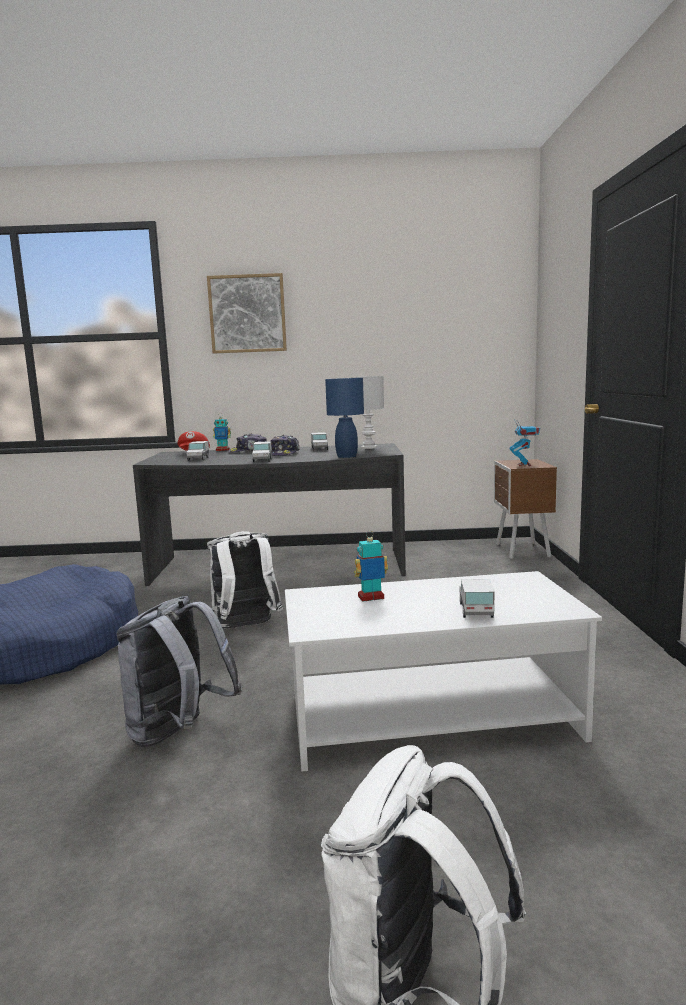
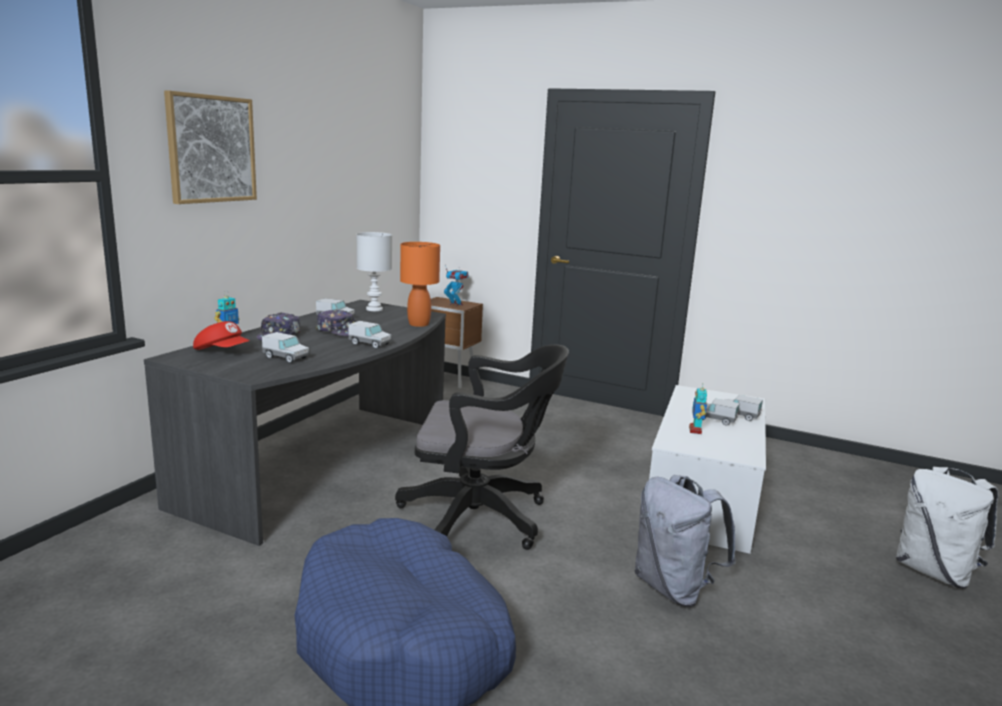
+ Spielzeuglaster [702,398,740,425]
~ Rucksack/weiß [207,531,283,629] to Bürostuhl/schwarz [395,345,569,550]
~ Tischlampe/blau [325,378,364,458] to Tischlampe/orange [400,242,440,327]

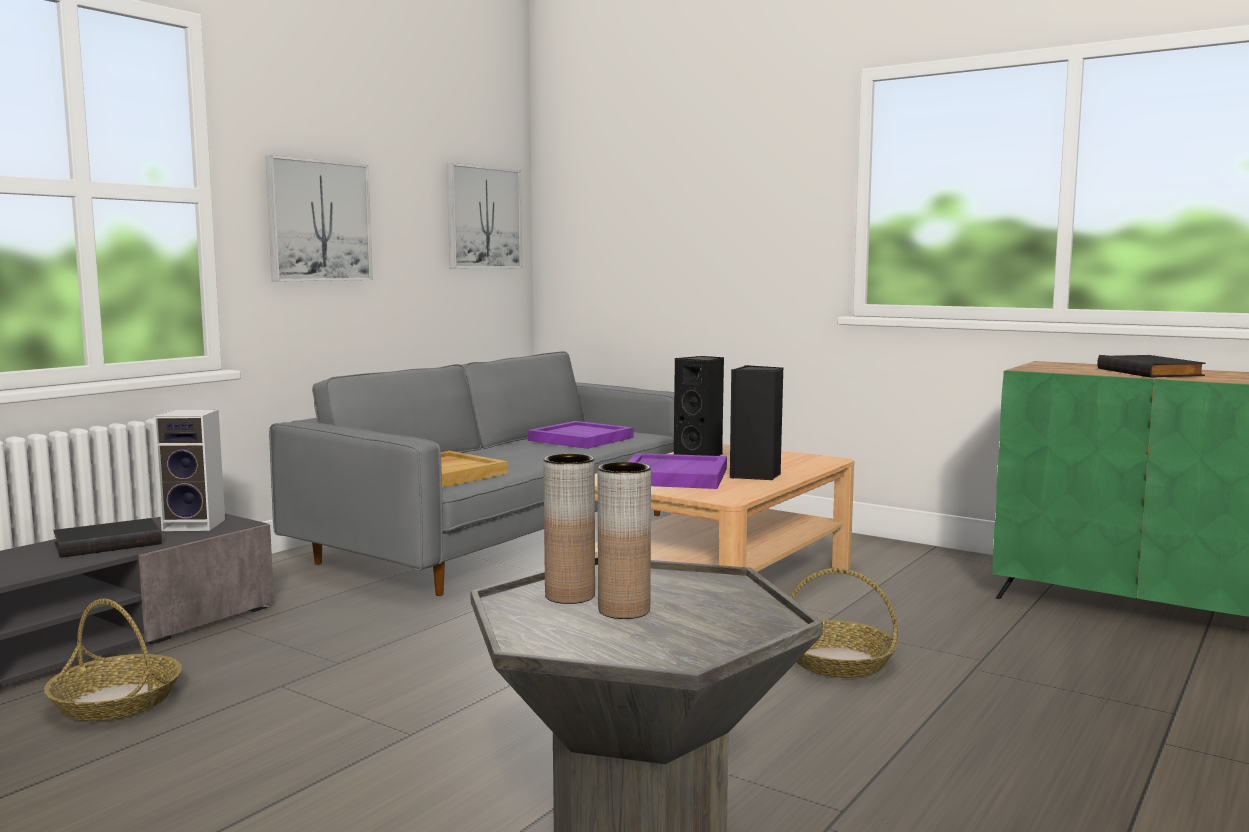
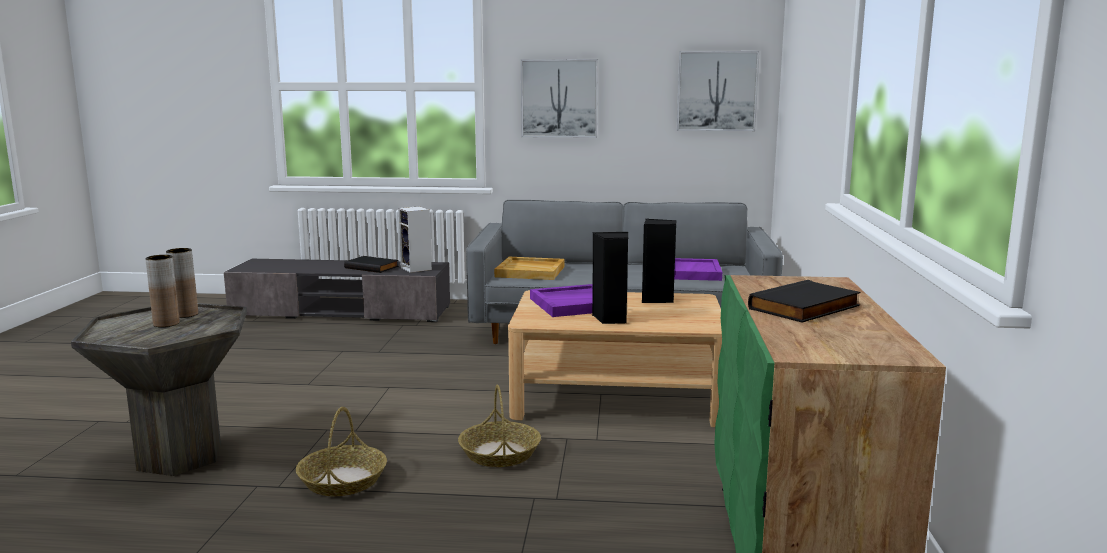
~ Korb [44,599,182,721] to [296,407,387,496]

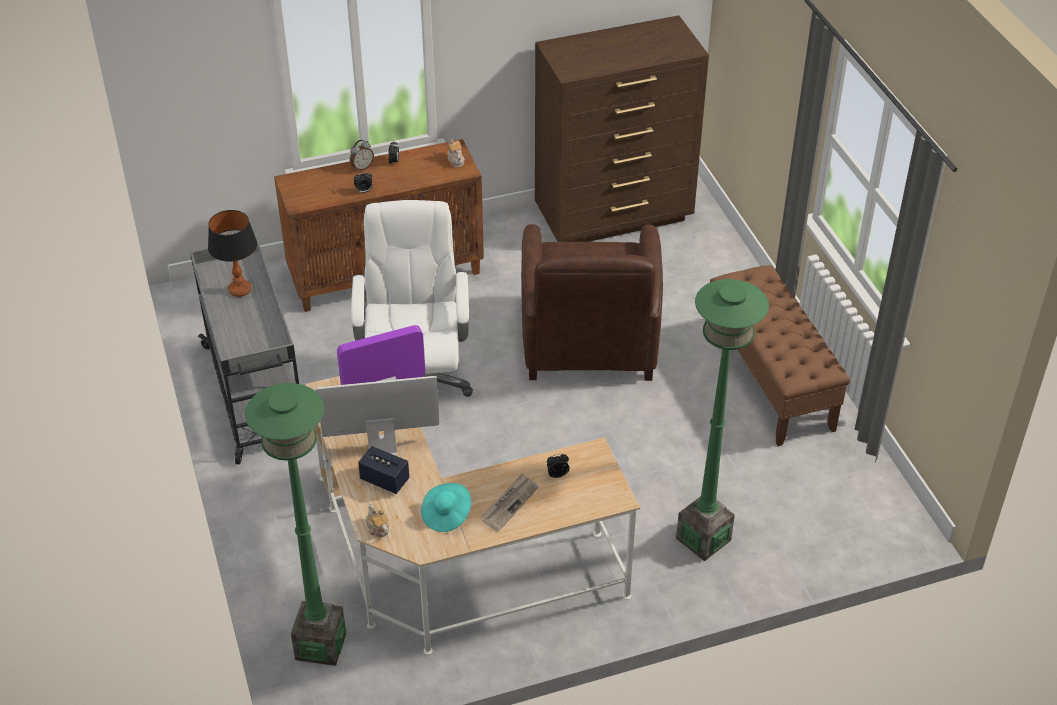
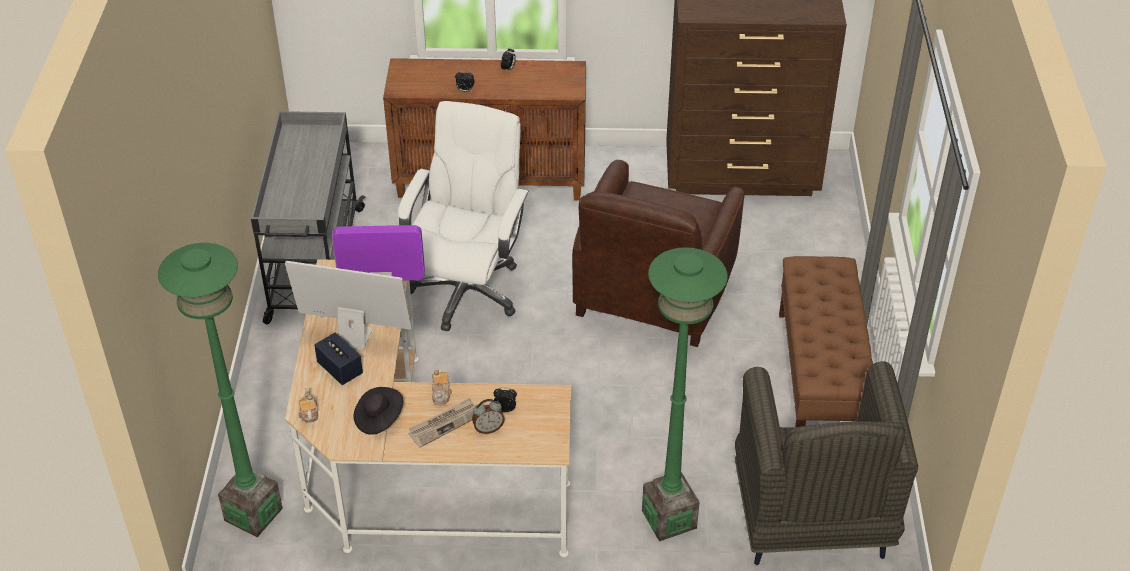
- Tischlampe [208,210,257,297]
+ Sessel/grau [735,361,918,565]
~ Wecker [350,140,374,171] to [472,399,505,434]
~ Teekanne [447,139,465,168] to [432,369,452,405]
~ Hut/türkis [421,483,471,532] to Hut/schwarz [353,387,404,435]

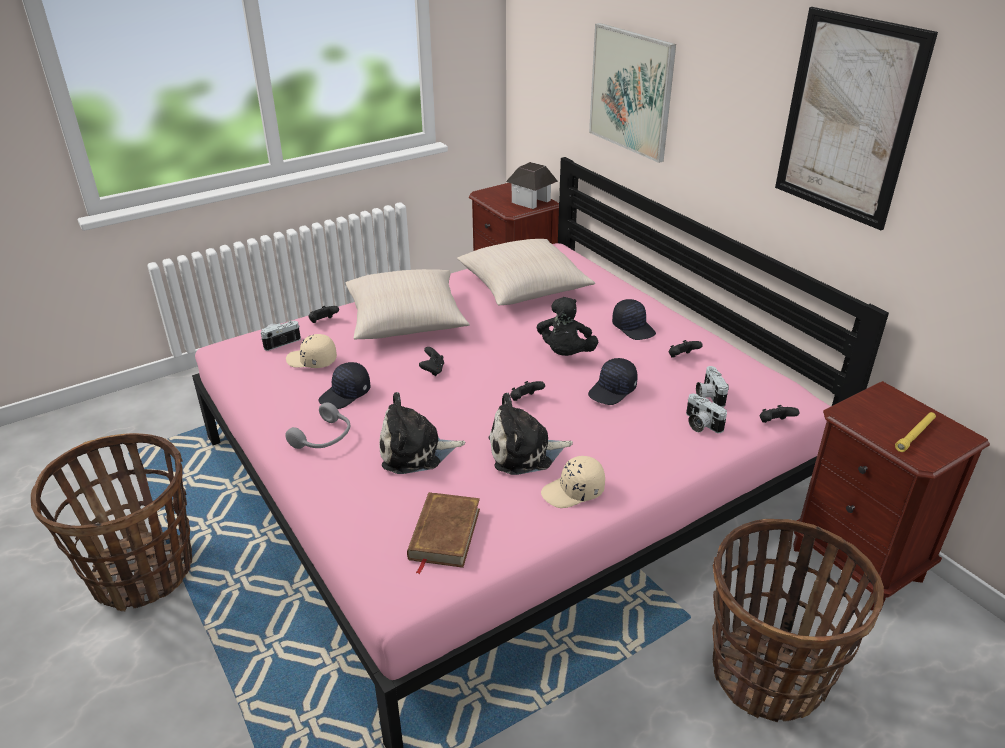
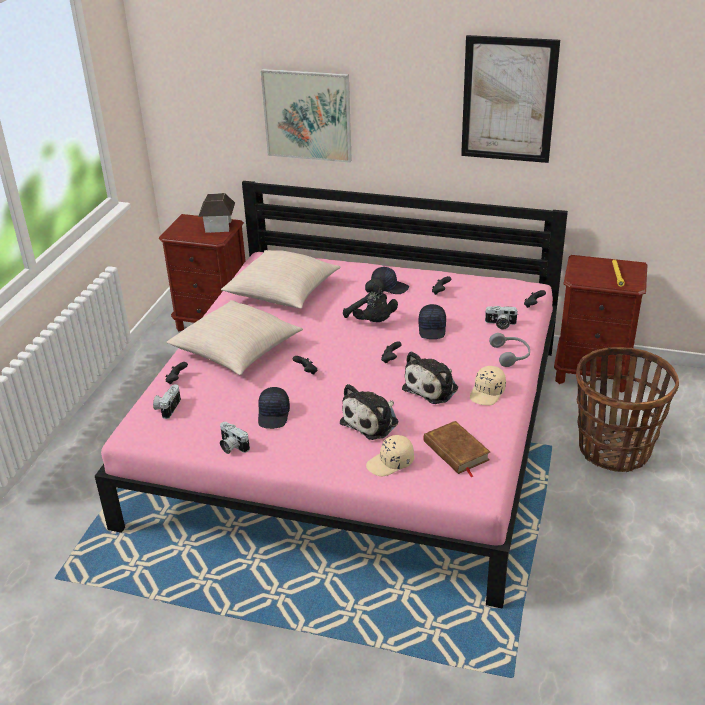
- Korb [31,433,192,611]
~ Kopfhörer/grau [285,402,350,449] to [489,333,530,367]
~ Kappe/beige [286,334,337,368] to [366,435,414,477]
~ Kamera [696,366,729,407] to [220,422,250,454]

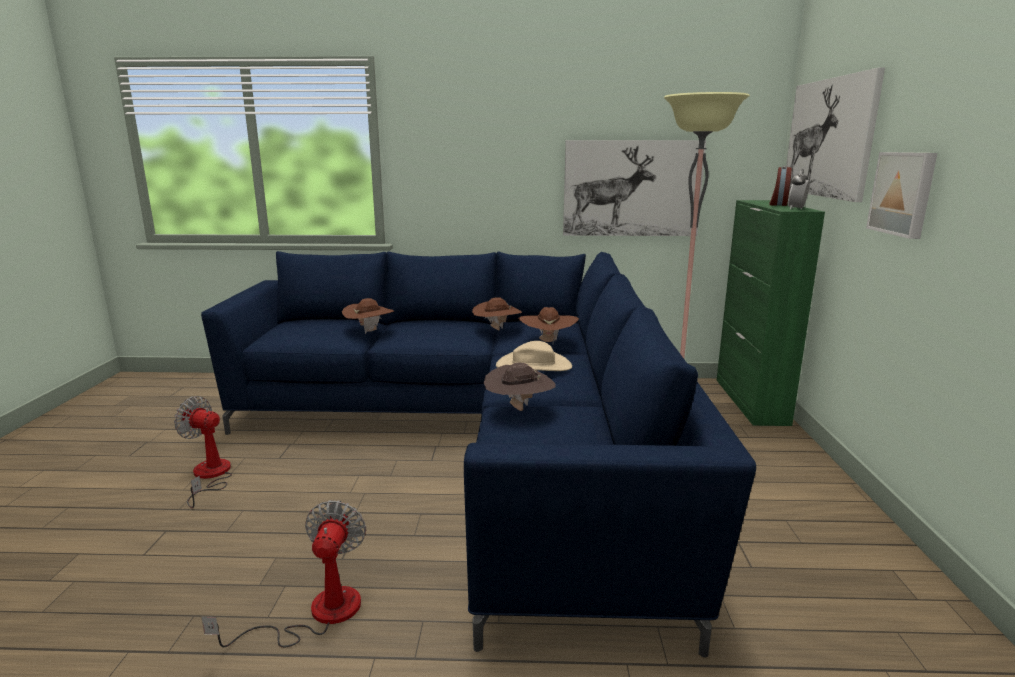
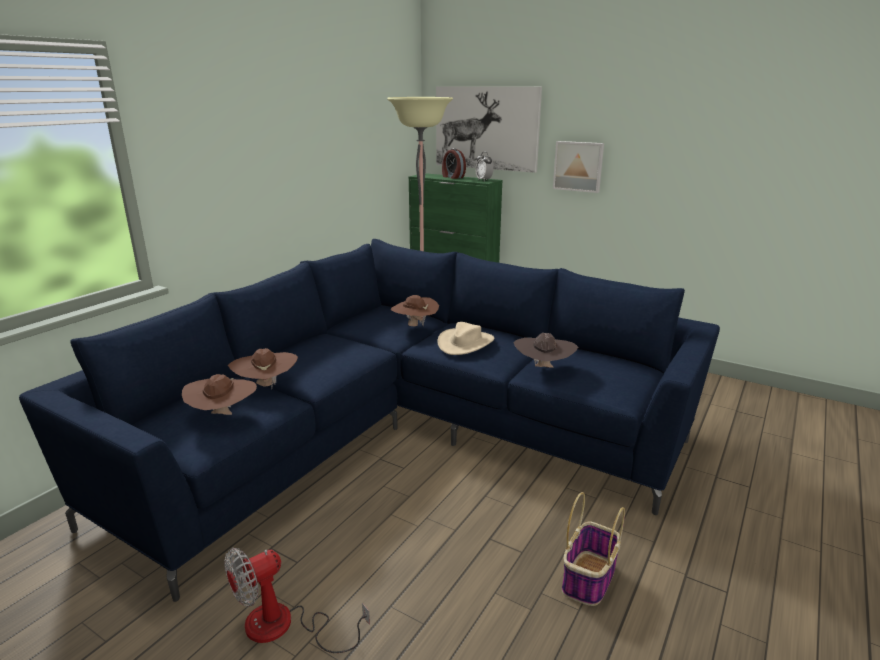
- Bild [563,140,706,236]
~ Hut/braun [472,298,522,330] to [182,374,257,415]
~ Ventilator [201,500,366,647] to Korb [562,492,625,606]

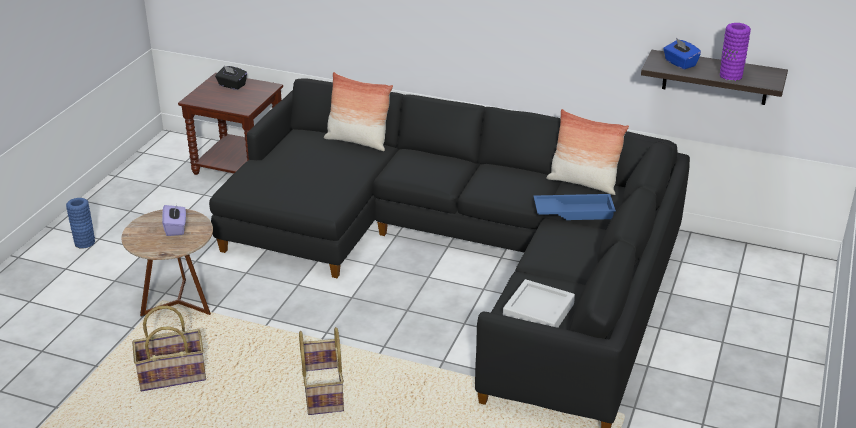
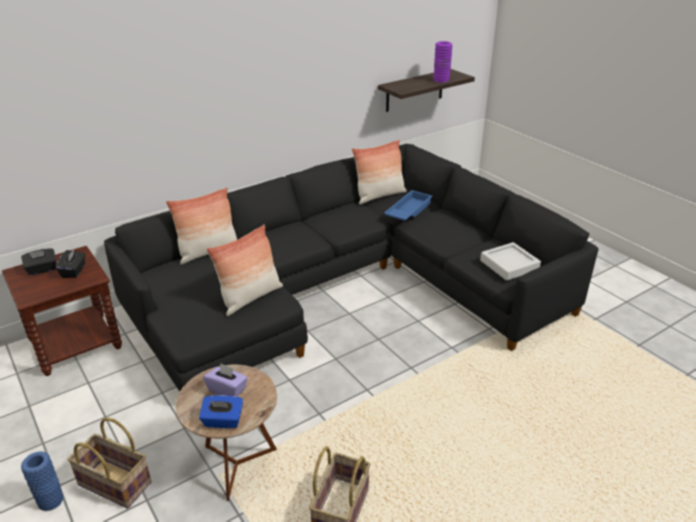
+ Taschentuchbox/schwarz [56,248,86,278]
+ Kissen [207,224,283,316]
~ Korb [299,327,344,415] to [68,417,152,509]
~ Taschentuchbox/blau [663,38,701,69] to [199,395,243,428]

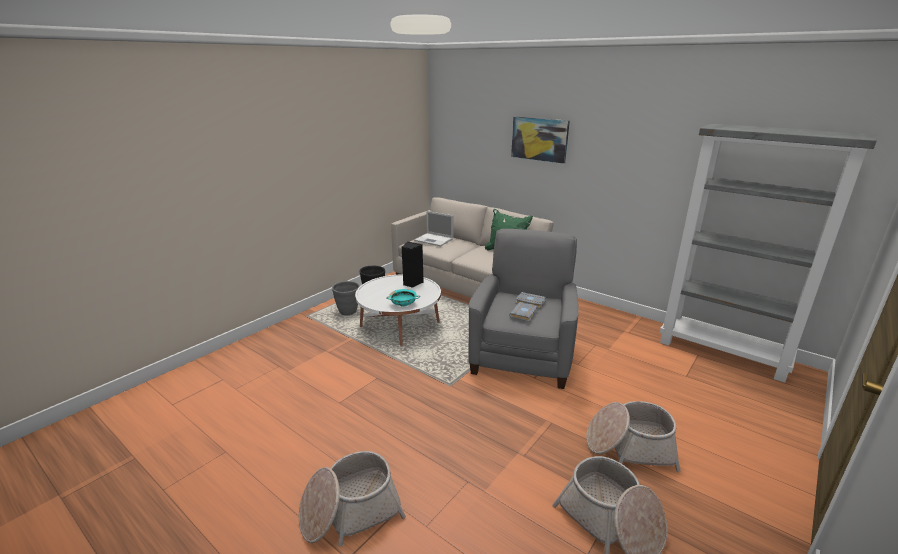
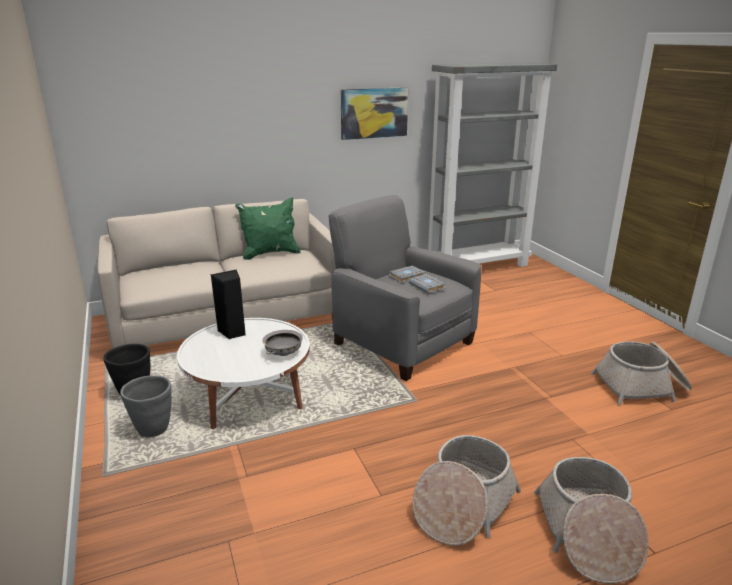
- Laptop [414,211,453,246]
~ Bild [511,117,570,164] to [341,87,408,140]
~ Korb [586,401,681,472] to [412,435,521,546]
~ Schüssel/türkis [386,289,420,307] to Schüssel/grau [262,330,303,356]

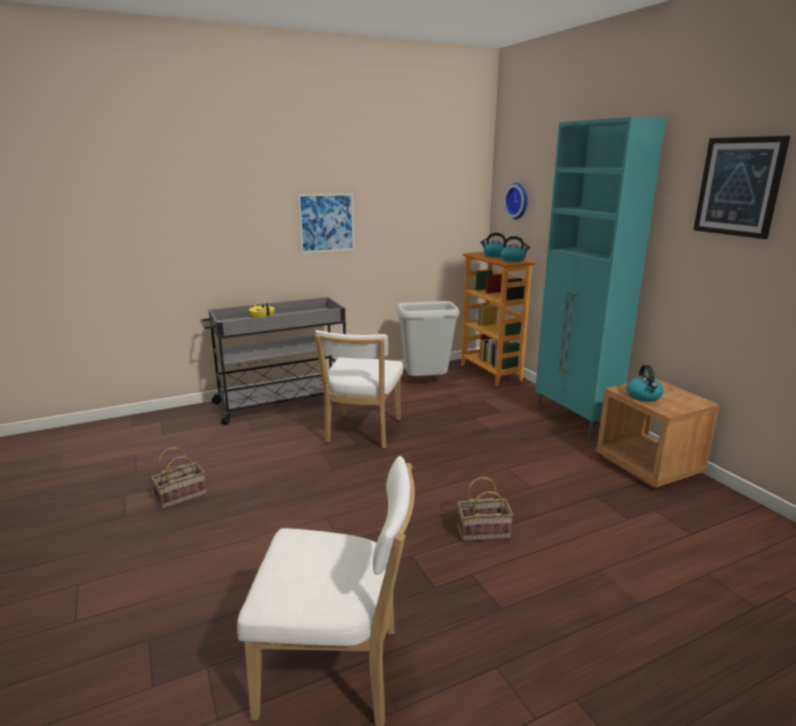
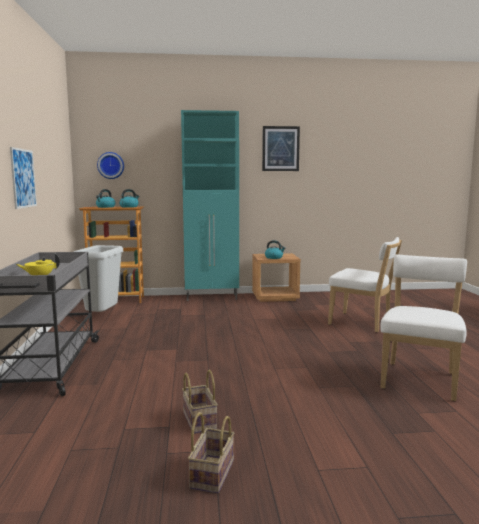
~ Stuhl/weiß [315,330,403,448] to [328,237,402,332]
~ Korb [458,477,513,542] to [188,412,235,494]

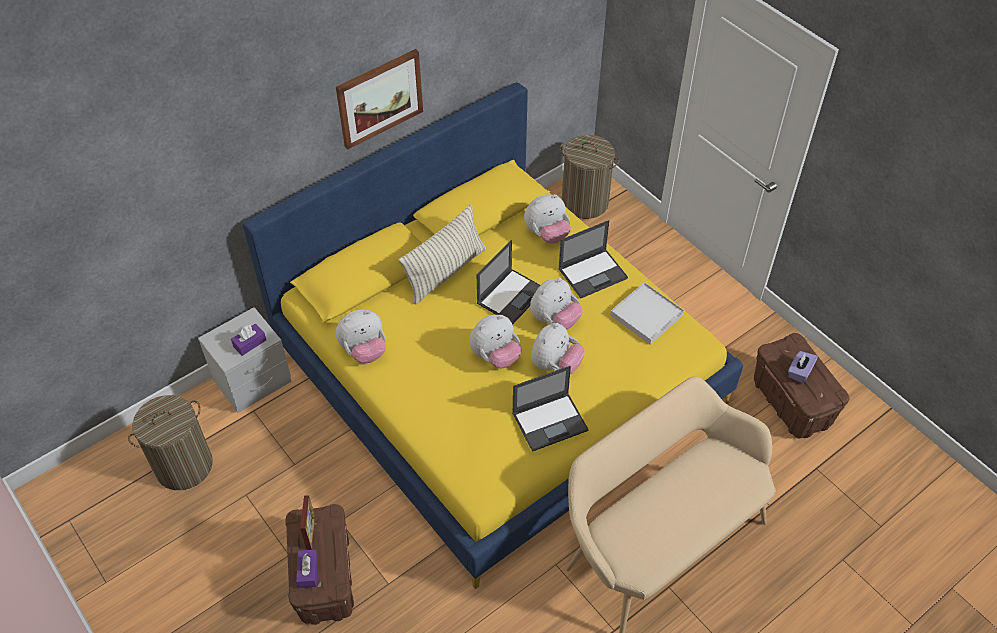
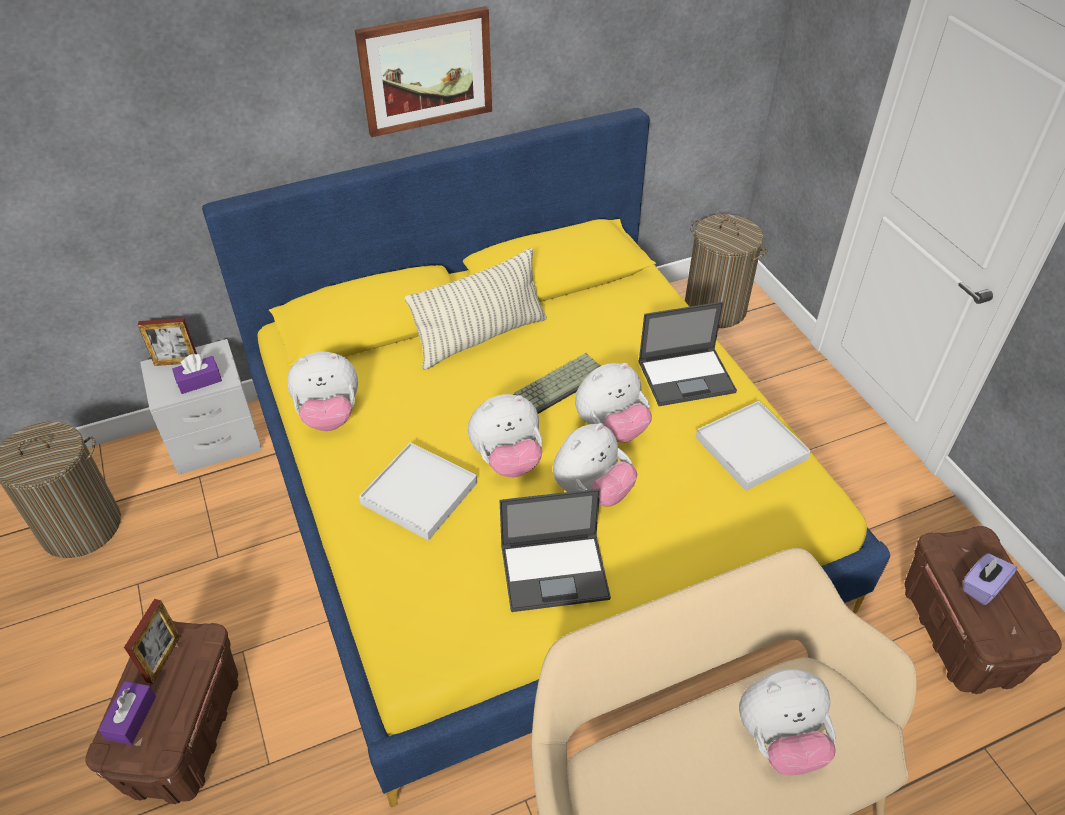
+ Bilderrahmen [138,318,197,366]
+ Tablett/weiß [359,442,477,541]
~ Plüschtier [524,194,571,244] to [739,669,836,775]
~ Laptop [477,240,540,324] to Tastatur [513,353,600,414]

